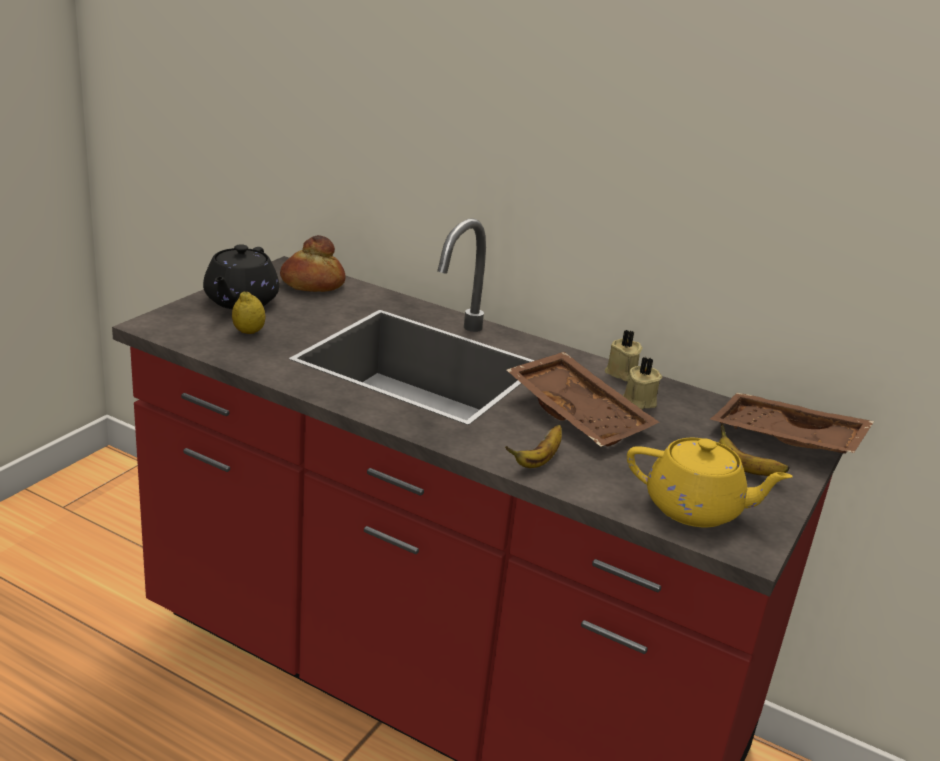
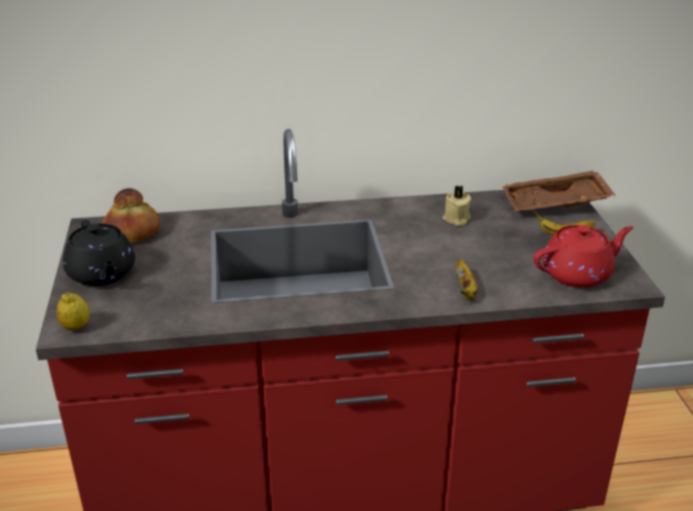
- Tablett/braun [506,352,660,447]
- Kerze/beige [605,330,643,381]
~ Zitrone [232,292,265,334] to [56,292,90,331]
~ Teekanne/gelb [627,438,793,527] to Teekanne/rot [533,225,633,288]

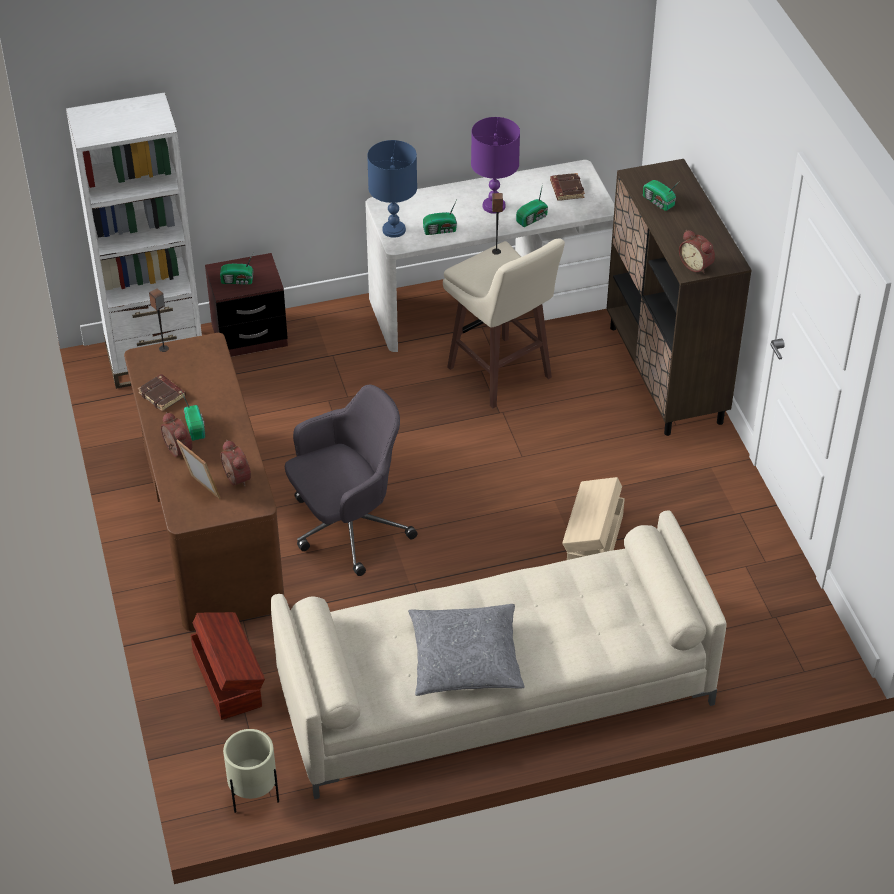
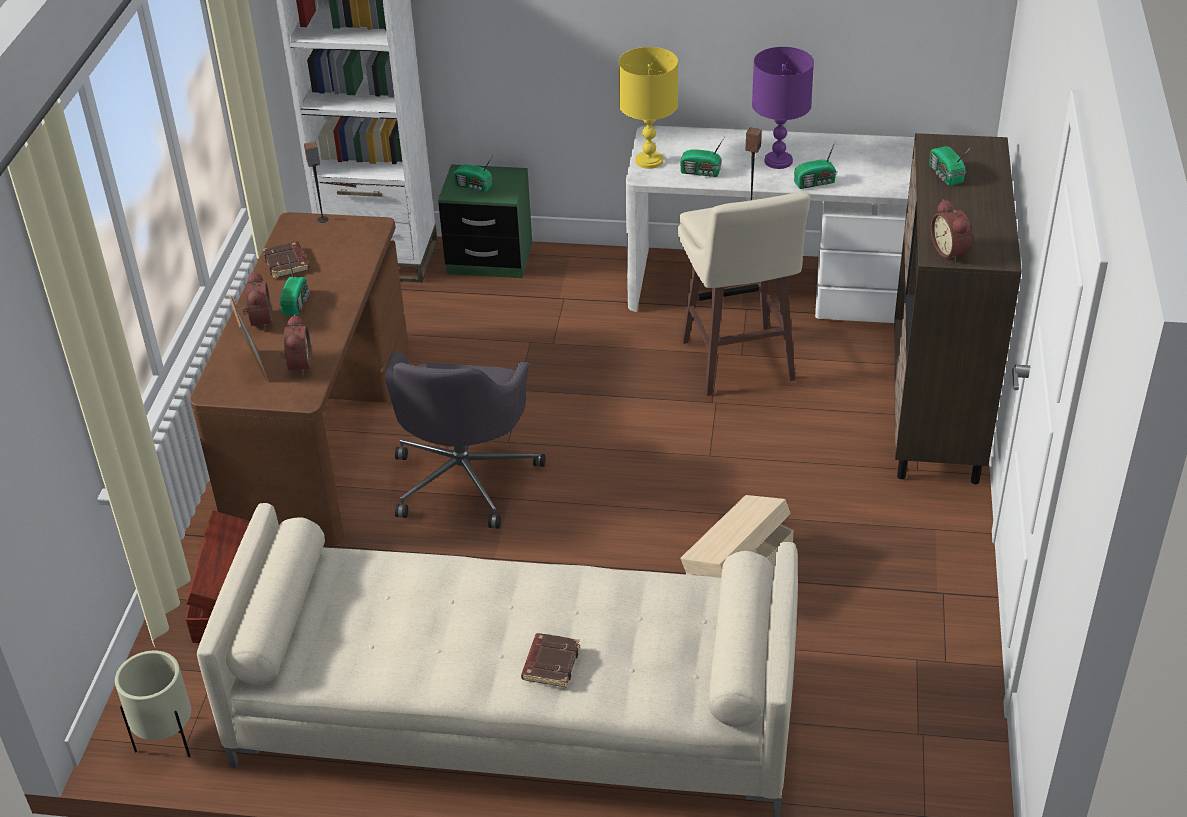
- Kissen/grau [408,604,524,696]
~ Buch/braun [550,173,585,201] to [521,633,580,688]
~ Nachttisch/braun [205,253,288,357] to Nachttisch/grün [438,164,532,278]
~ Tischlampe/blau [367,140,417,238] to Tischlampe/gelb [619,47,678,169]
~ Bürostuhl/grau [285,385,418,576] = [385,352,545,529] 105 degrees clockwise

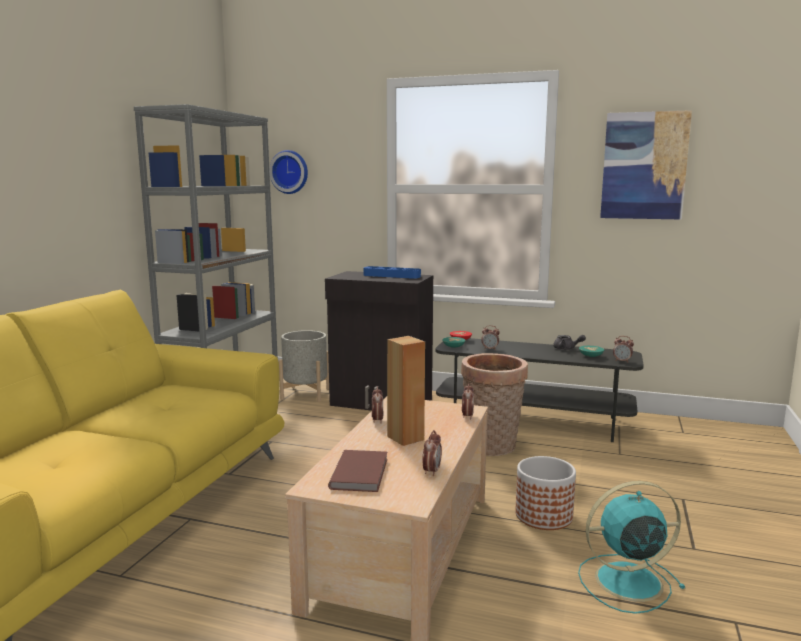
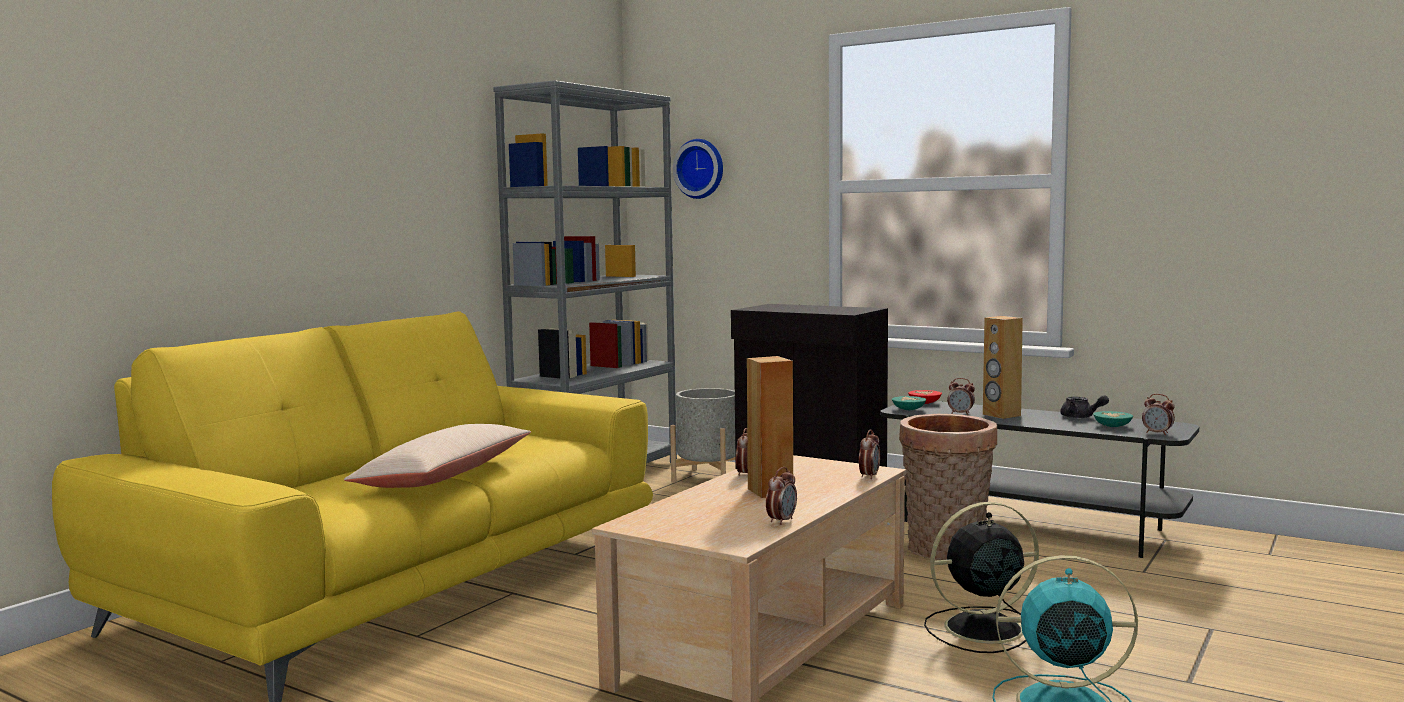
- Buch/braun [328,450,388,492]
- Tablett/blau [363,266,421,279]
- Bild [600,110,692,219]
+ Kissen/beige [344,424,531,488]
+ Lautsprecher/braun [983,316,1023,419]
~ Pflanzkübel [515,456,576,530] to Ventilator/schwarz [924,502,1039,653]

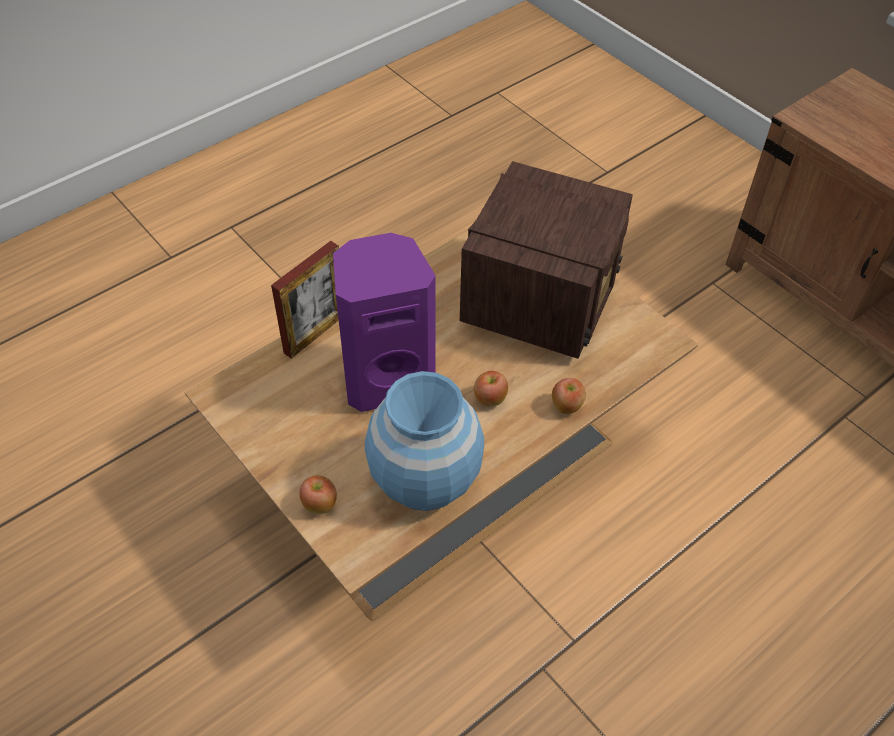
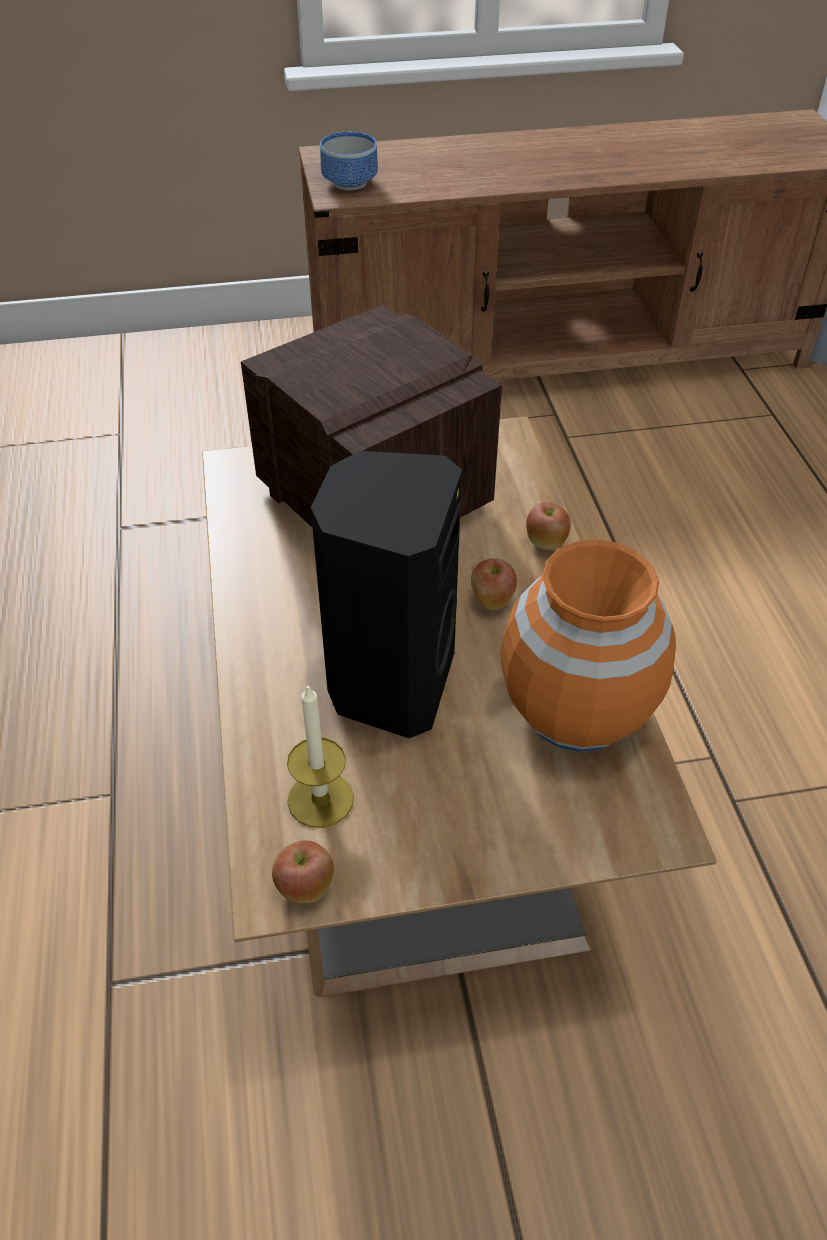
- Bilderrahmen [271,241,339,358]
+ Kerze [287,684,354,828]
+ Schüssel [320,132,378,190]
~ Apfel [300,475,337,514] to [272,840,334,903]
~ Lautsprecher/lila [333,233,436,412] to Lautsprecher/schwarz [311,451,462,738]
~ Vase/blau [365,371,484,511] to Vase/orange [500,539,676,752]

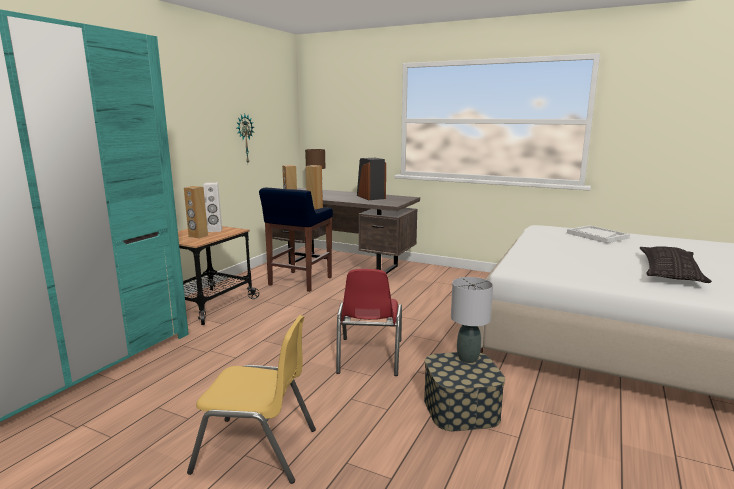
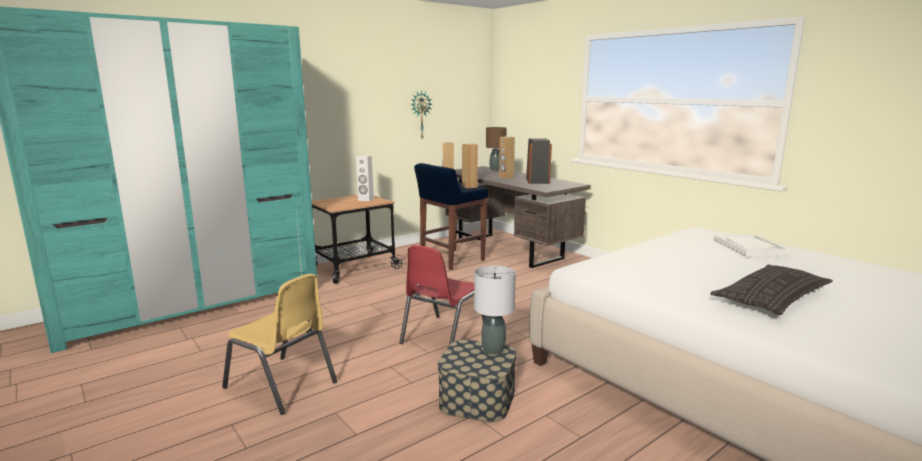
~ Lautsprecher/braun [184,186,208,238] to [499,136,515,179]

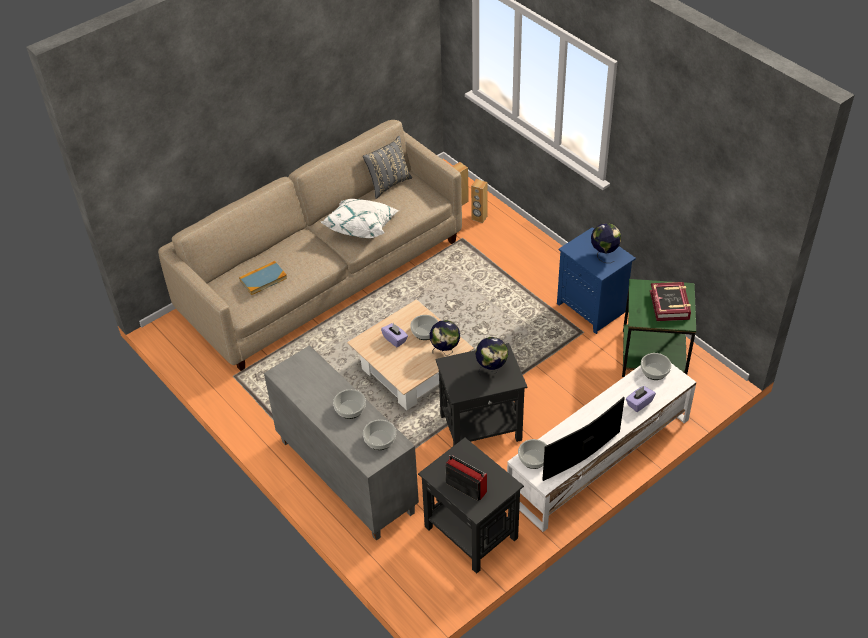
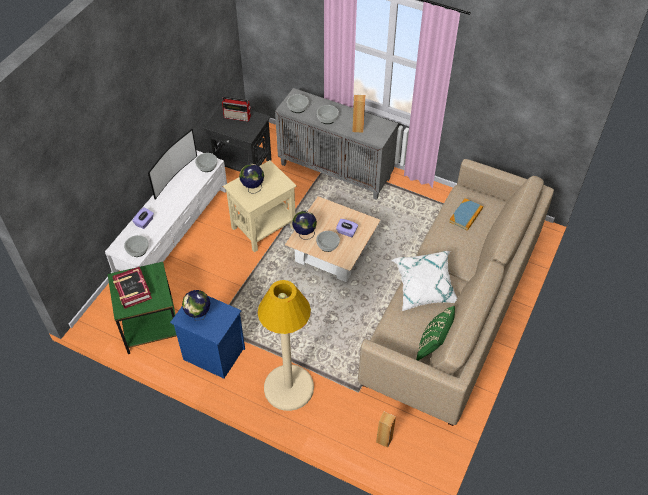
+ Stehlampe/beige [258,280,314,411]
~ Lautsprecher/braun [471,179,488,223] to [352,95,365,133]
~ Kissen/grau [363,136,412,199] to Kissen/grün [416,306,455,360]
~ Beistelltisch/schwarz [435,343,528,446] to Beistelltisch/beige [223,160,297,253]

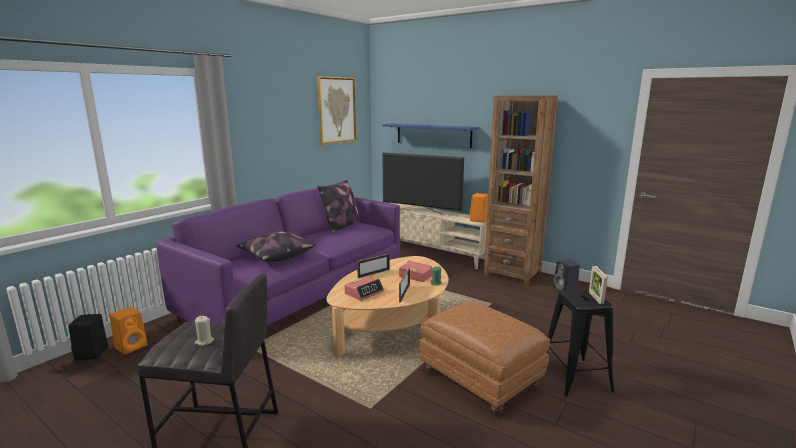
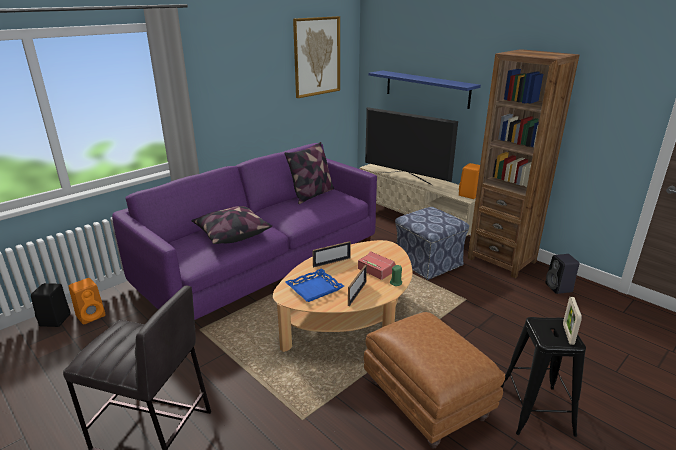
- Kerze/beige [195,316,214,346]
+ Polsterhocker [395,207,469,280]
~ Wecker [344,276,384,301] to Tablett/blau [285,268,344,302]

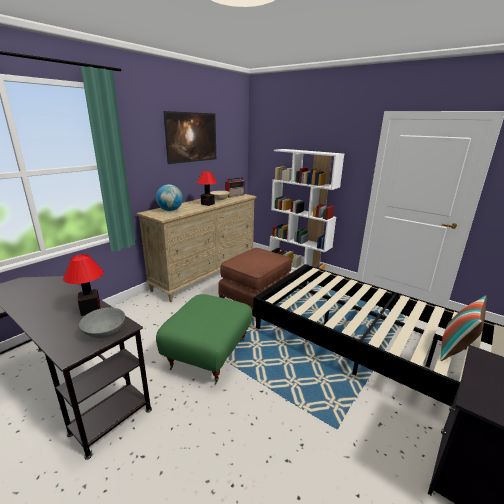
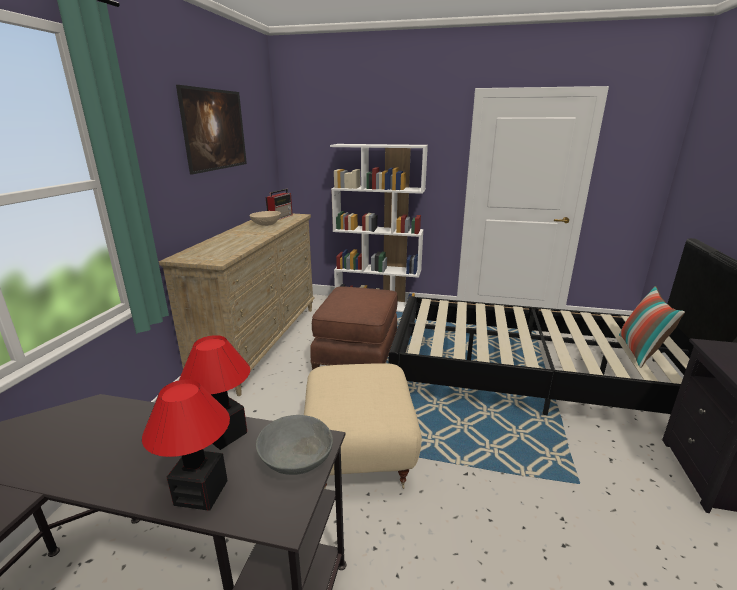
- Globus [156,185,183,211]
~ Tischlampe [197,171,217,206] to [142,379,230,510]
~ Polsterhocker/grün [156,294,253,385] to Polsterhocker/beige [304,363,422,489]

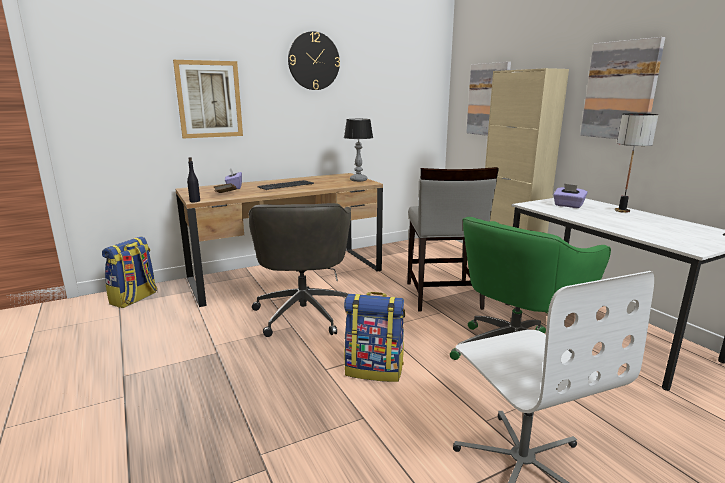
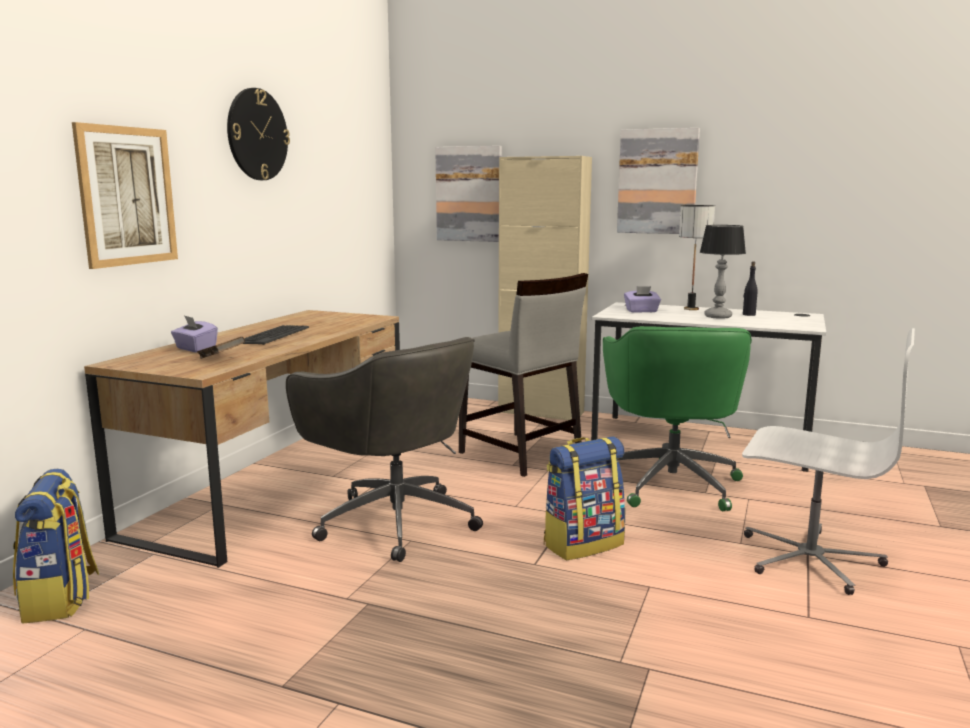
~ Flasche/schwarz [187,157,200,202] to [743,261,758,316]
~ Tischlampe [344,119,373,182] to [700,225,746,319]

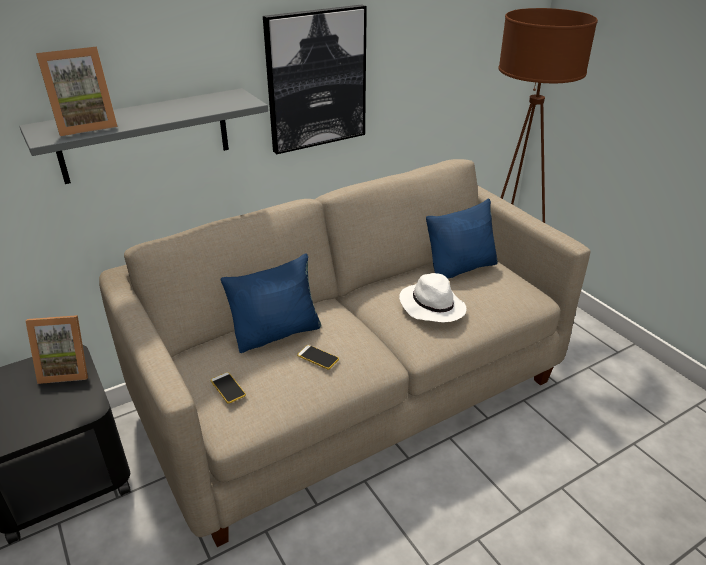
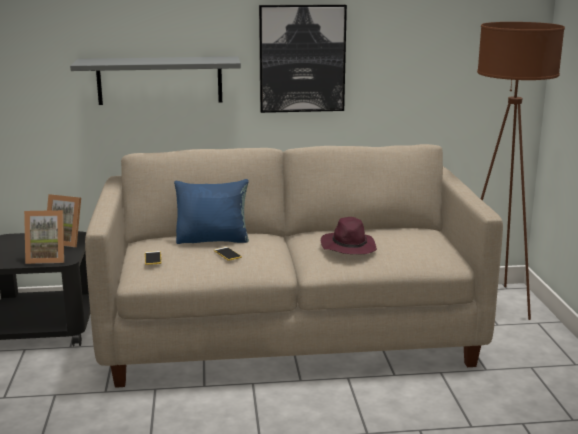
- Kissen/blau [426,198,498,278]
~ Bilderrahmen [36,47,118,136] to [24,210,64,264]
~ Hut/weiß [399,273,466,322] to Hut/lila [321,217,377,254]

